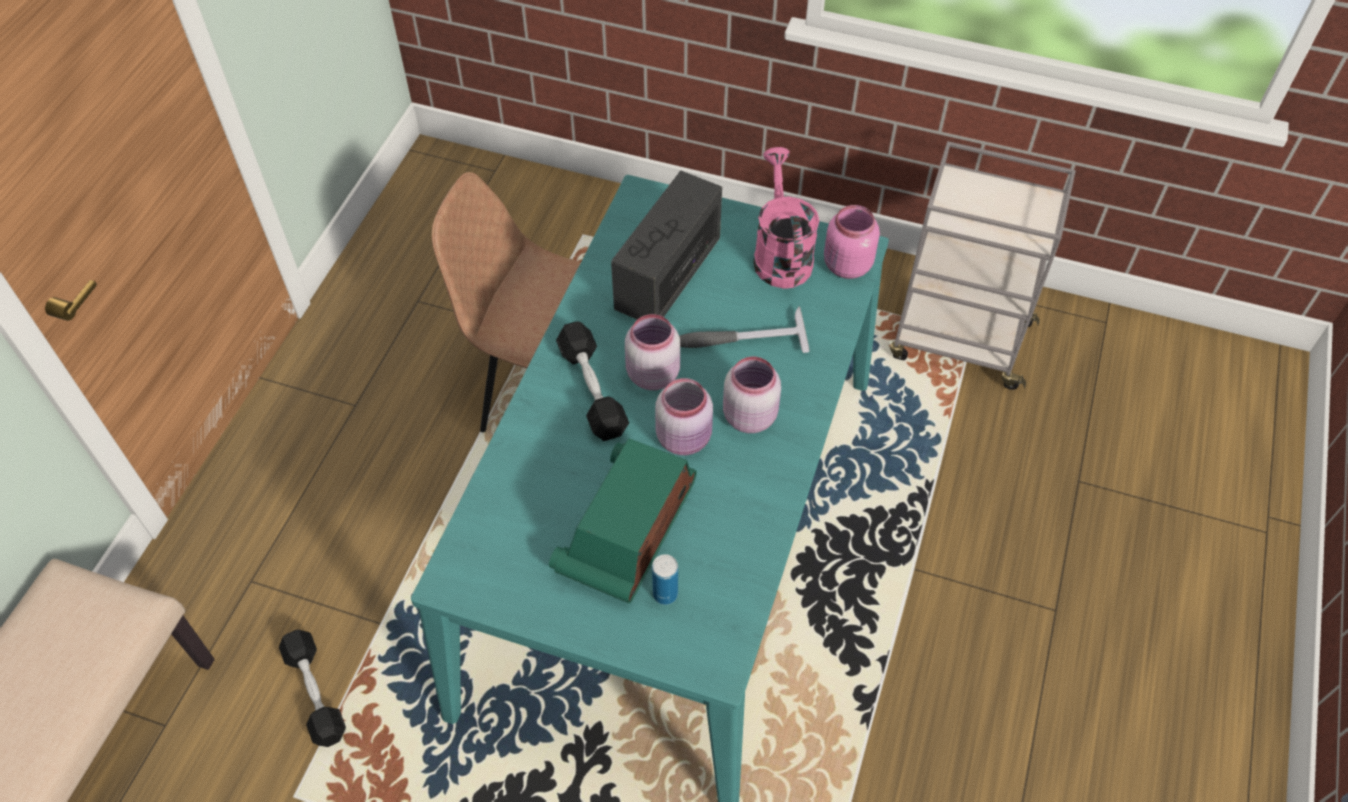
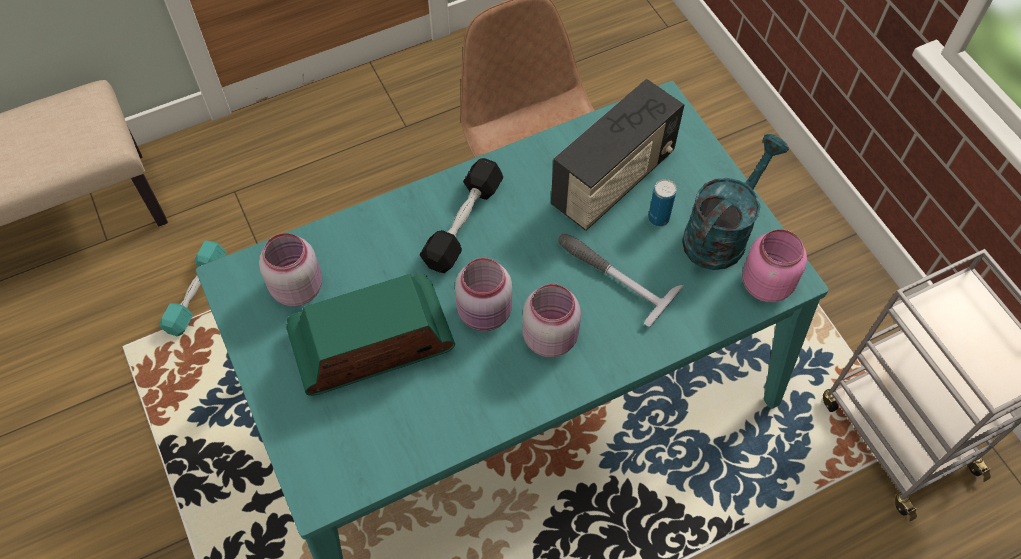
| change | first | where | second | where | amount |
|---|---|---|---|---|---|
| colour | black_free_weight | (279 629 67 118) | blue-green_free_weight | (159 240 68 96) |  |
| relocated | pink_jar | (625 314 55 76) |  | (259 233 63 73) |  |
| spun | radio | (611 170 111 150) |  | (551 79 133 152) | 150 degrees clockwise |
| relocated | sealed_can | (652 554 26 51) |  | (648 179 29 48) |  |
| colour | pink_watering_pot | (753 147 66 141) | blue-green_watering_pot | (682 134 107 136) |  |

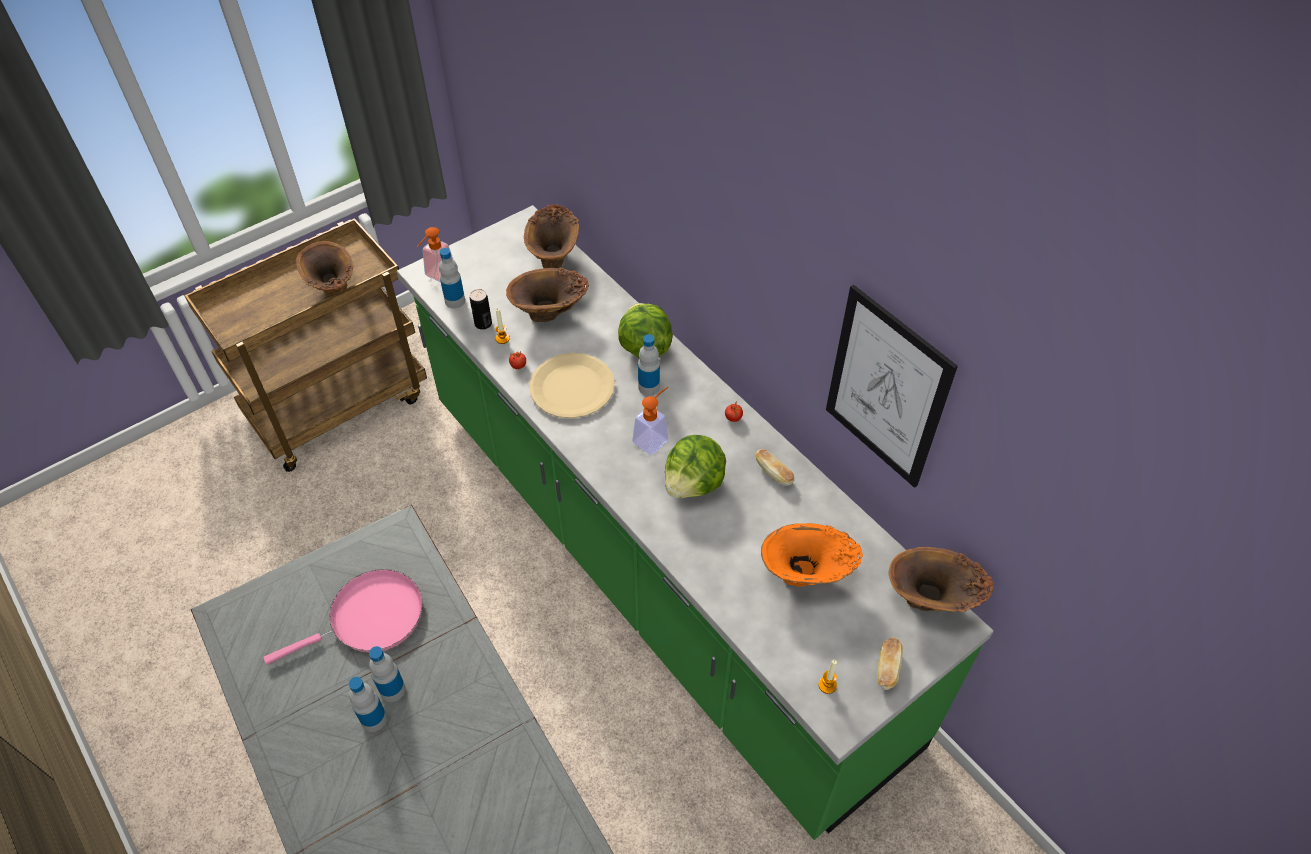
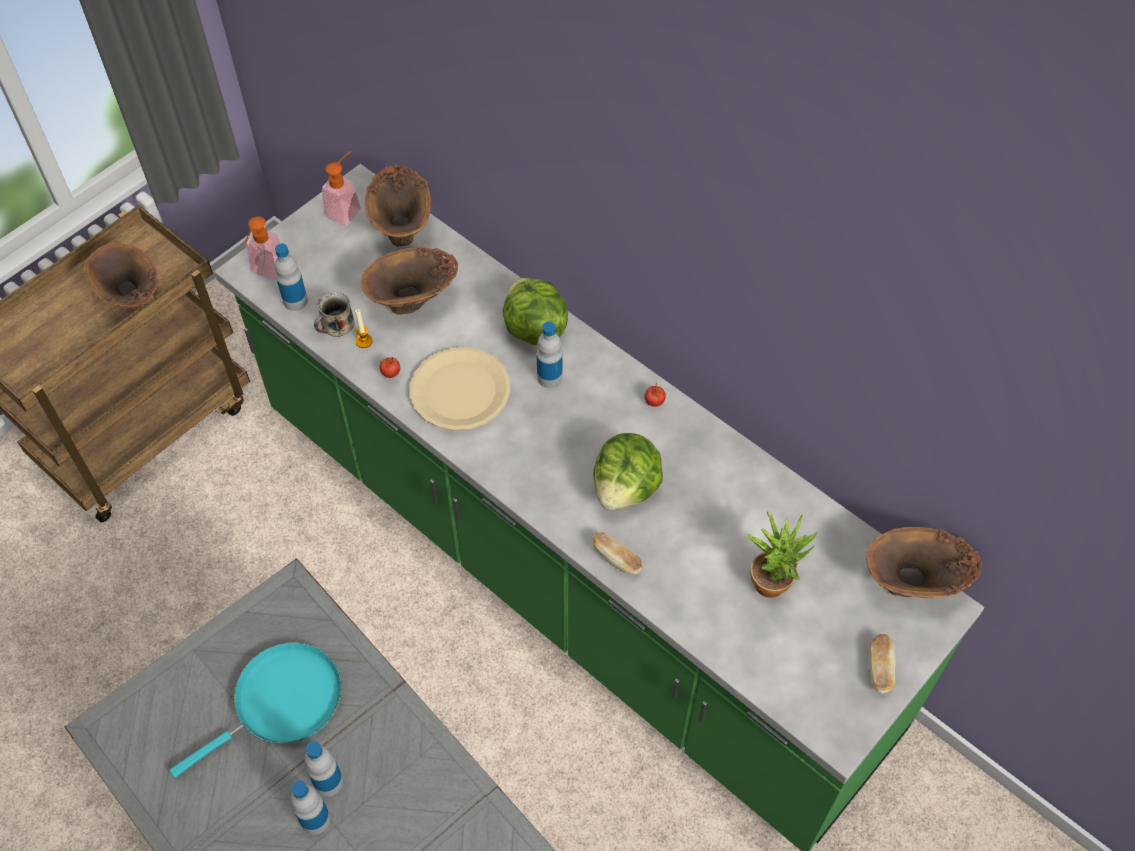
| change | first | where | second | where | amount |
|---|---|---|---|---|---|
| colour | pink_pan | (264 569 159 96) | blue-green_pan | (169 642 173 136) |  |
| exchanged | sealed_can | (470 289 22 41) | coffee_mug | (314 292 41 45) |  |
| relocated | soap_bottle | (632 387 36 68) |  | (322 151 39 75) |  |
| relocated | bakery_bread | (756 449 38 37) |  | (593 532 50 43) |  |
| exchanged | orange-coloured_flower_vase | (761 523 102 64) | houseplant | (746 511 71 87) |  |
| missing | candle | (818 660 19 34) |  |  |  |
| missing | picture | (826 285 132 203) |  |  |  |

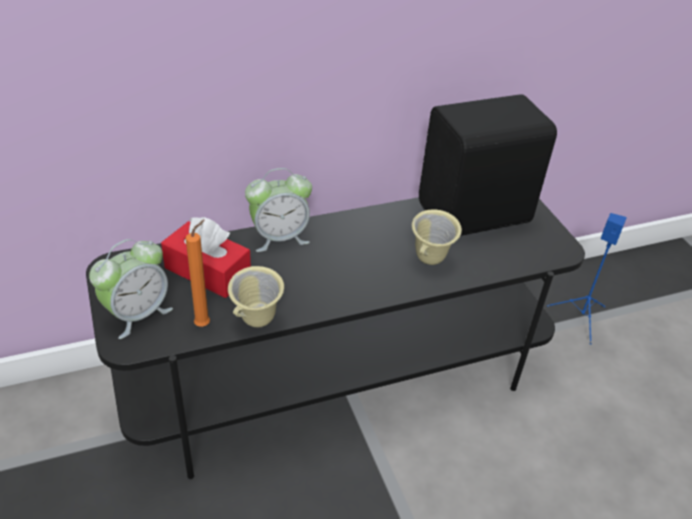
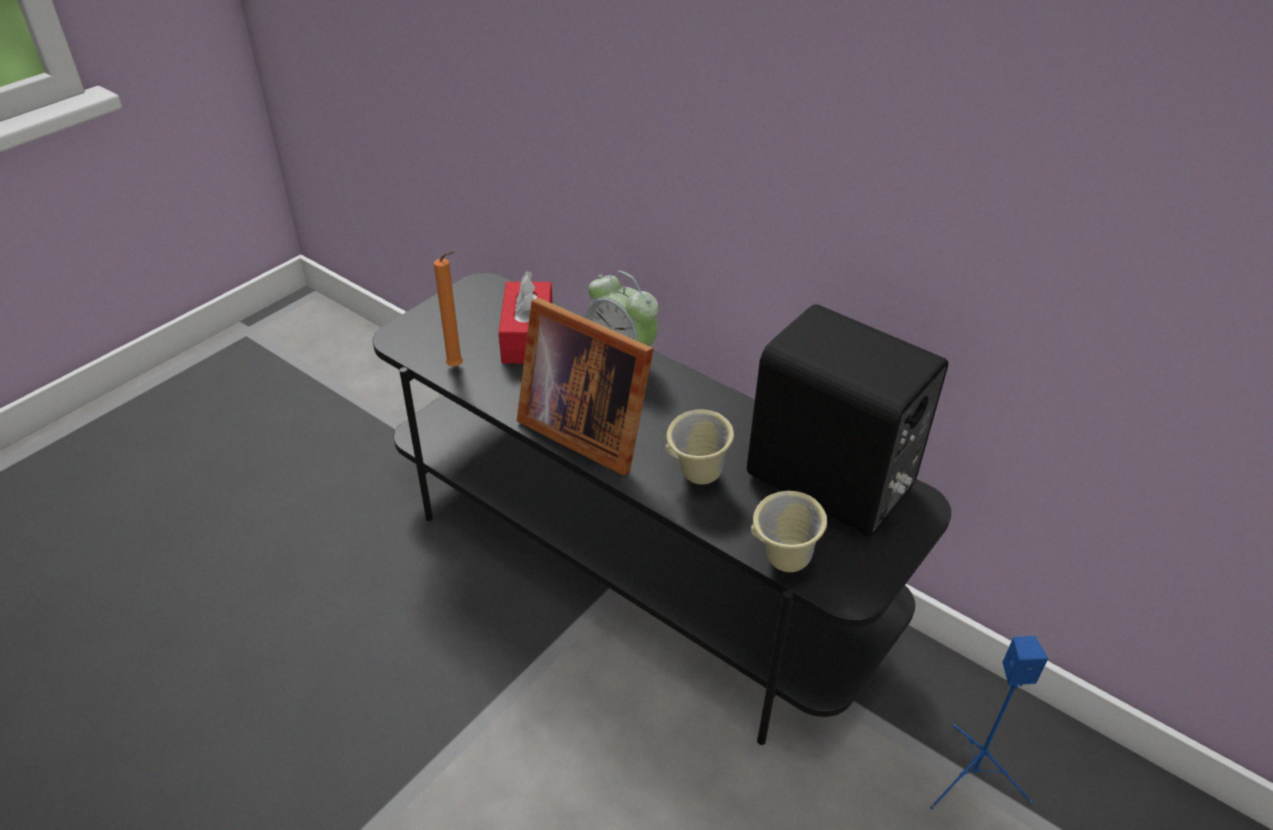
| change | first | where | second | where | amount |
|---|---|---|---|---|---|
| appeared |  |  | photo_frame | (517 298 137 178) |  |
| relocated | beige-coloured_coffee_mug | (228 266 56 61) |  | (751 491 76 81) |  |
| missing | alarm_clock | (89 239 84 100) |  |  |  |

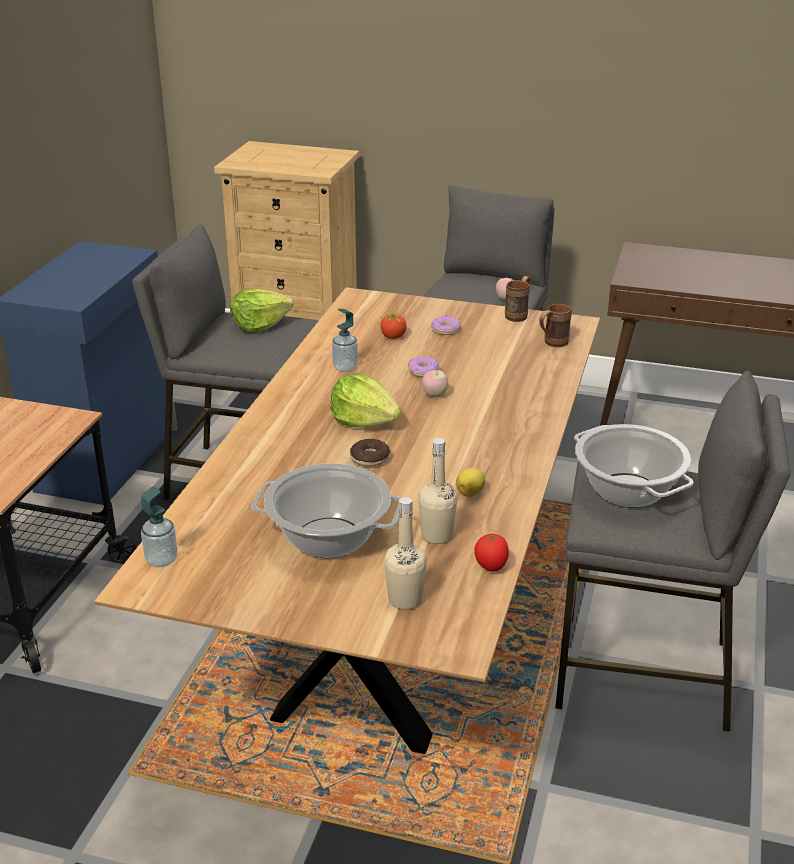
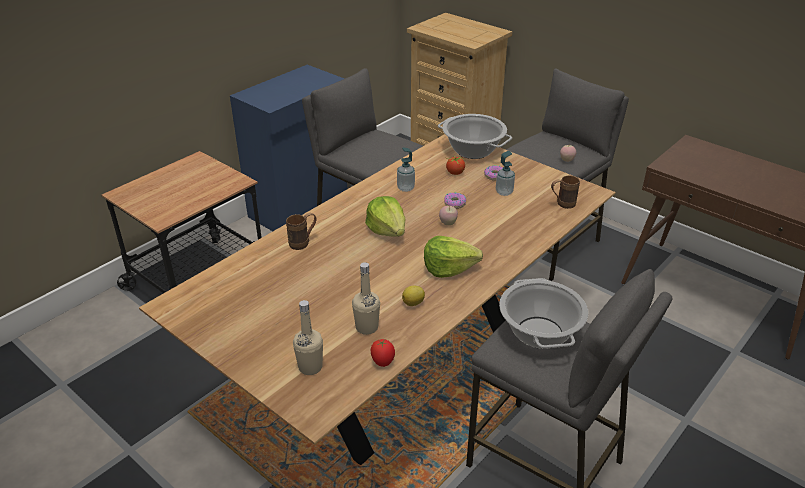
| change | first | where | second | where | amount |
|---|---|---|---|---|---|
| relocated | brown-coloured_coffee_mug | (505 276 27 46) |  | (286 213 30 37) |  |
| relocated | lettuce_head | (230 289 63 44) |  | (424 236 59 42) |  |
| relocated | stockpot | (251 463 150 95) |  | (438 114 74 45) |  |
| relocated | soap_bottle | (141 486 37 81) |  | (496 151 19 45) |  |
| missing | ring_doughnut | (350 439 40 28) |  |  |  |

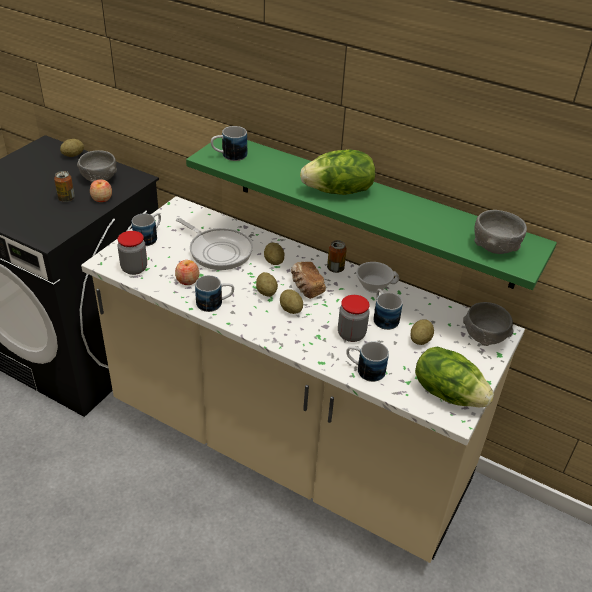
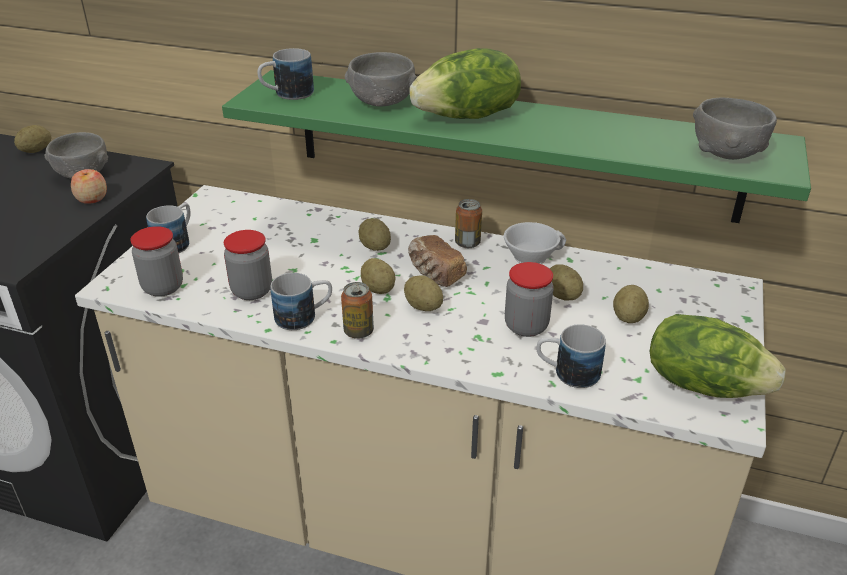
| change | first | where | second | where | amount |
|---|---|---|---|---|---|
| exchanged | apple | (175 260 24 25) | jar | (224 230 48 70) |  |
| relocated | sealed_can | (54 171 21 31) |  | (341 282 33 57) |  |
| relocated | gray_serving_bowl | (463 302 51 44) |  | (345 52 72 55) |  |
| exchanged | coffee_mug | (373 289 30 41) | spud | (549 264 34 37) |  |
| missing | pan | (176 218 77 52) |  |  |  |

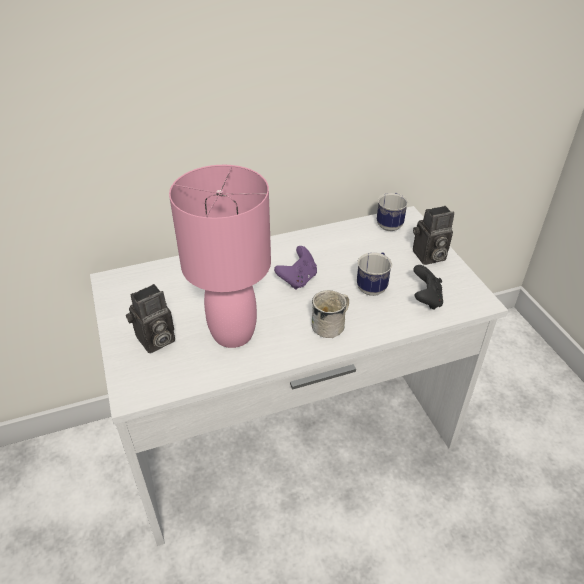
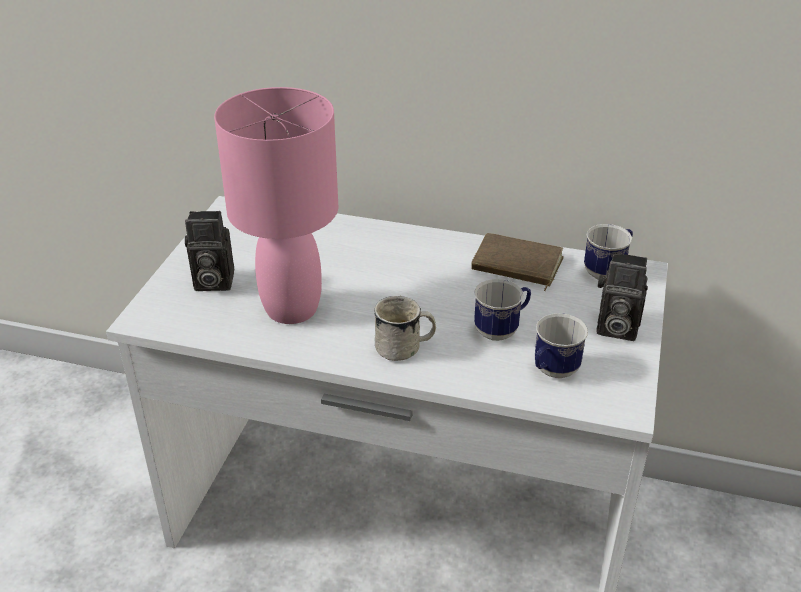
| change | first | where | second | where | amount |
|---|---|---|---|---|---|
| appeared |  |  | brown-coloured_bound_book | (471 233 93 58) |  |
| exchanged | black_gamepad | (414 265 29 45) | coffee_mug | (535 313 53 65) |  |
| missing | purplish_gamepad | (274 246 43 44) |  |  |  |

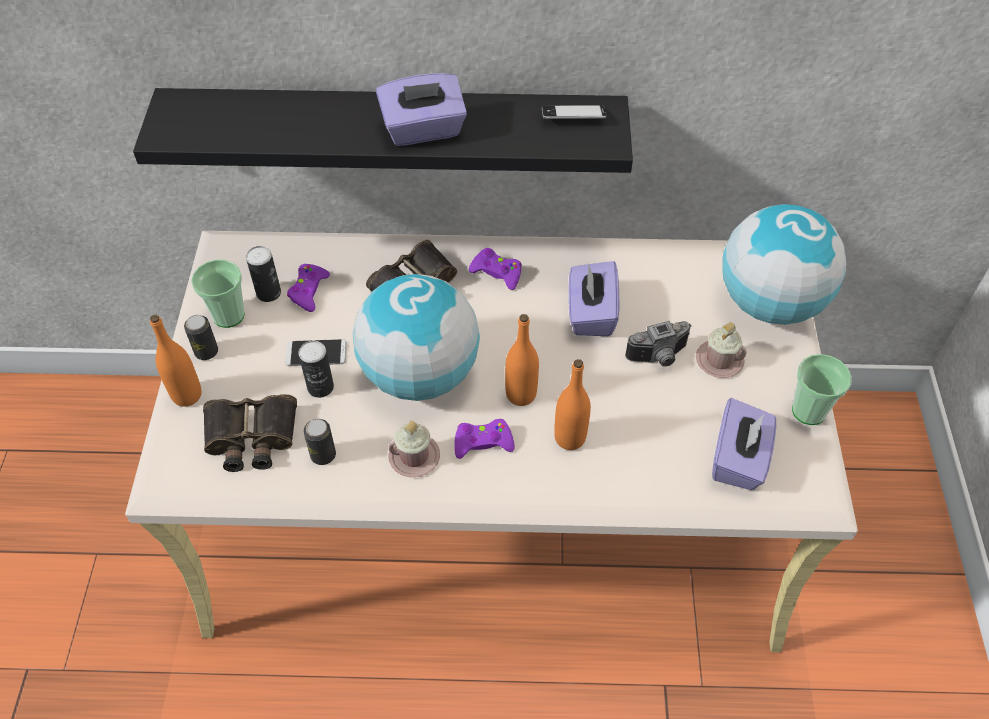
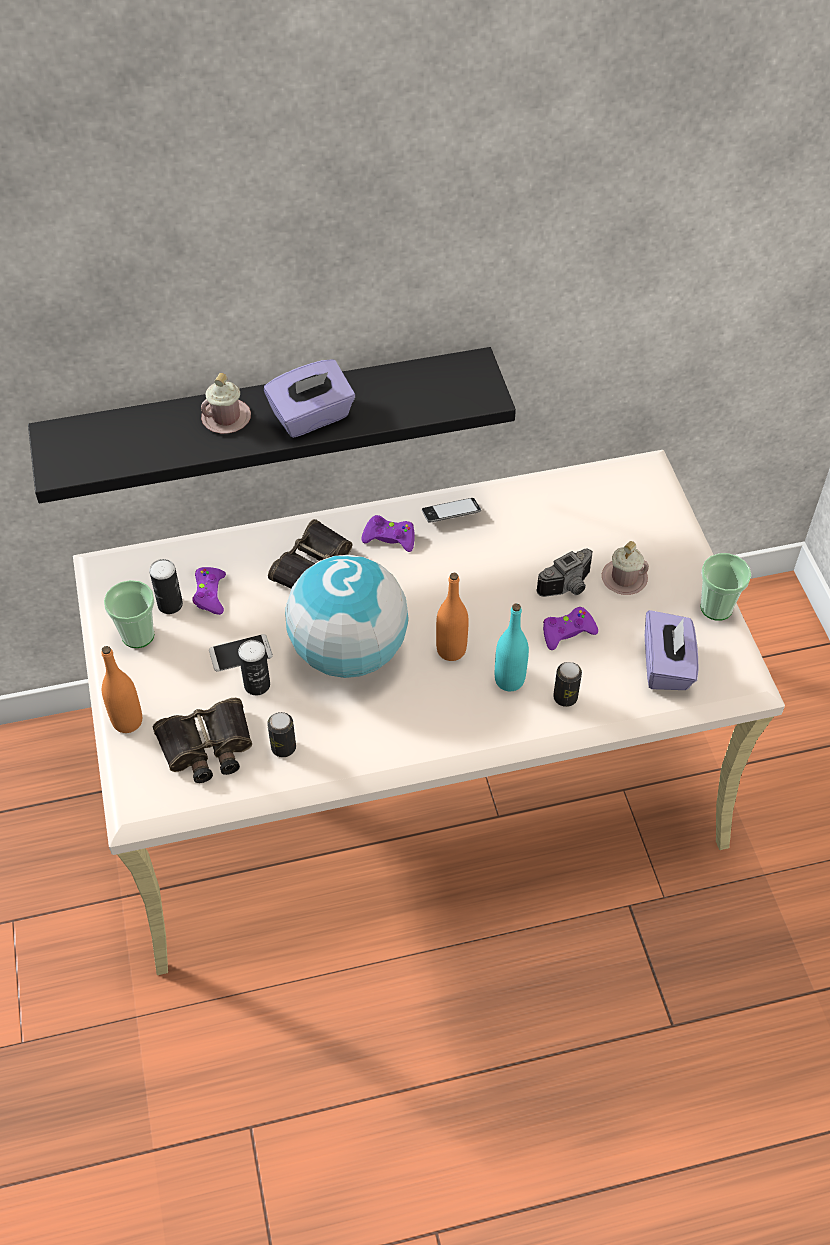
| change | first | where | second | where | amount |
|---|---|---|---|---|---|
| relocated | pink_coffee_mug | (389 421 51 56) |  | (201 373 50 60) |  |
| relocated | phone | (542 105 64 14) |  | (422 498 59 25) |  |
| colour | orange-coloured_bottle | (554 359 37 91) | blue-green_bottle | (495 603 34 88) |  |
| relocated | purplish_gamepad | (454 419 61 40) |  | (543 607 55 43) |  |
| relocated | sealed_can | (184 315 34 45) |  | (553 662 29 45) |  |
| missing | purplish_tissue_box | (568 261 51 75) |  |  |  |
| missing | world_globe | (722 204 124 121) |  |  |  |

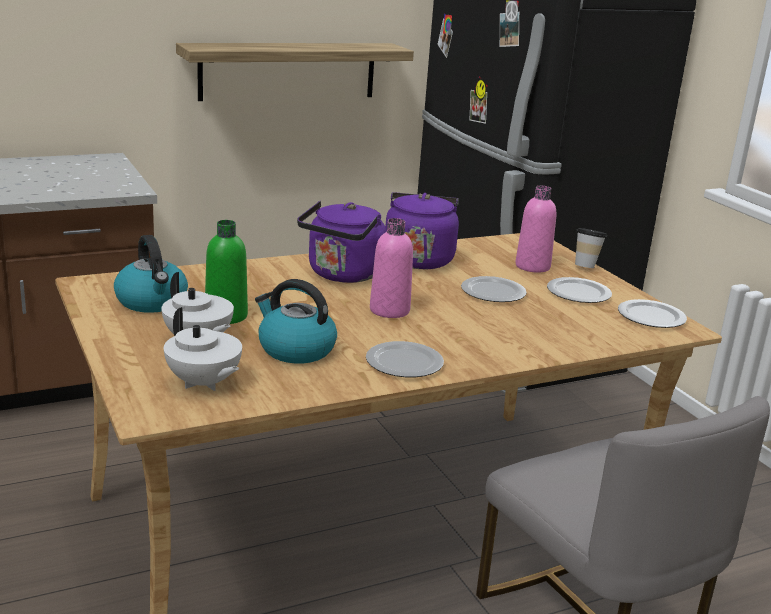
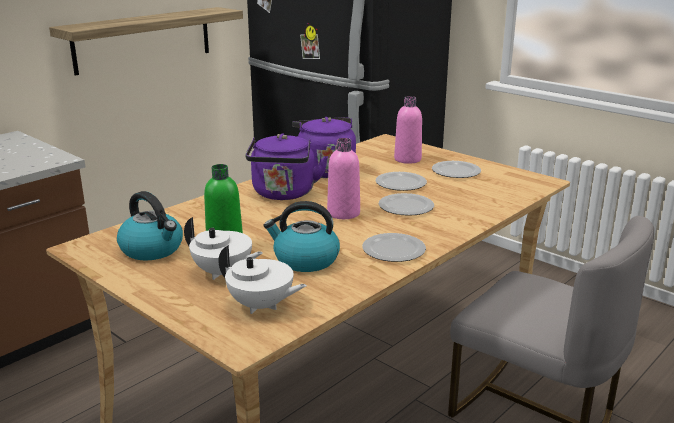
| change | first | where | second | where | amount |
|---|---|---|---|---|---|
| relocated | dinner_plate | (618 299 69 29) |  | (379 193 55 23) |  |
| missing | small_cup | (575 228 32 40) |  |  |  |

